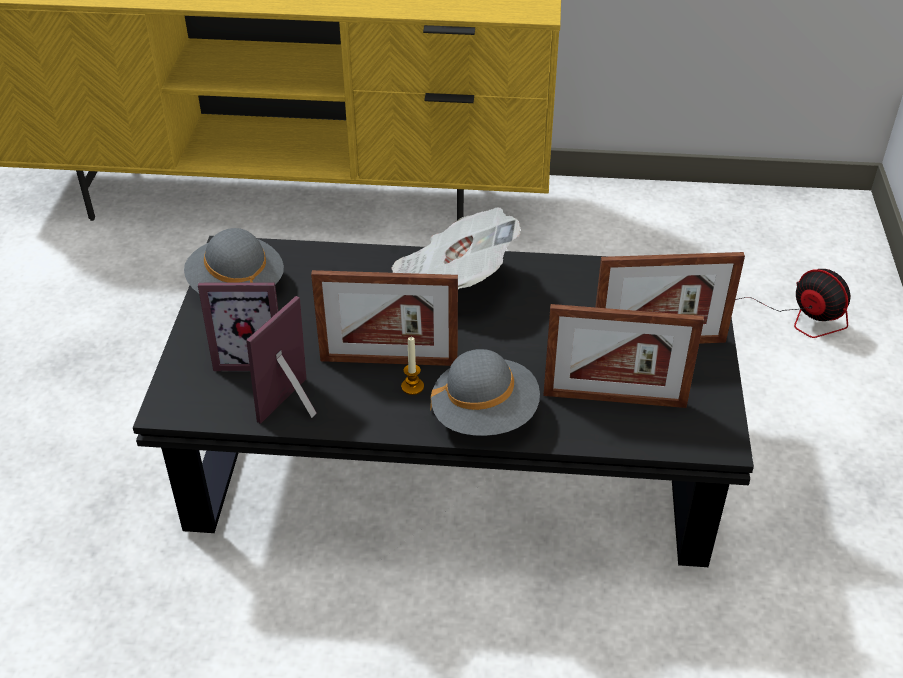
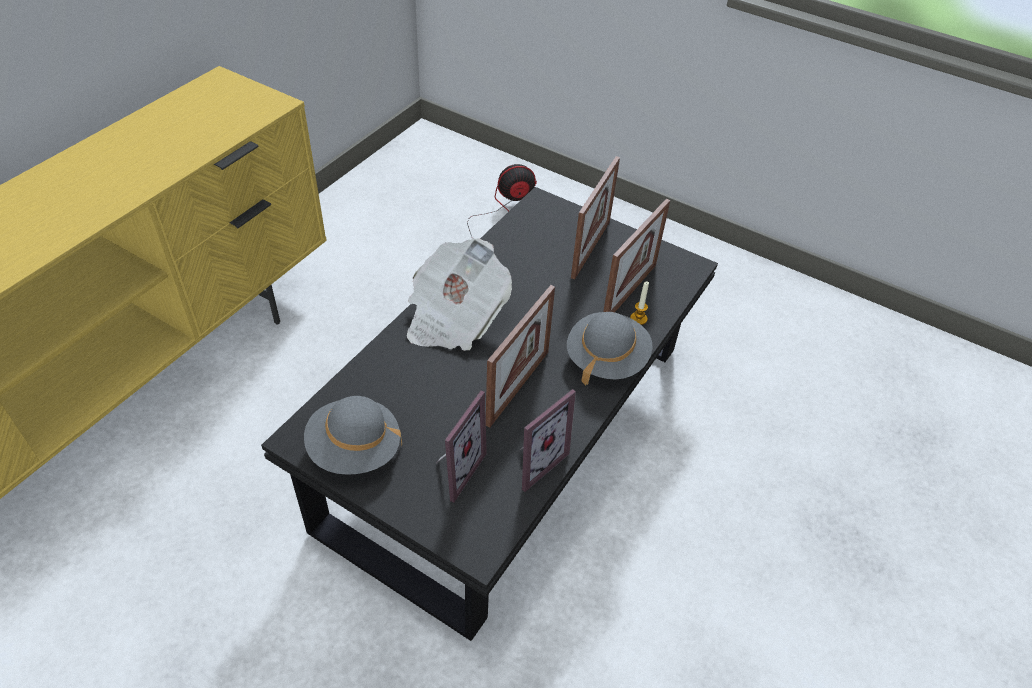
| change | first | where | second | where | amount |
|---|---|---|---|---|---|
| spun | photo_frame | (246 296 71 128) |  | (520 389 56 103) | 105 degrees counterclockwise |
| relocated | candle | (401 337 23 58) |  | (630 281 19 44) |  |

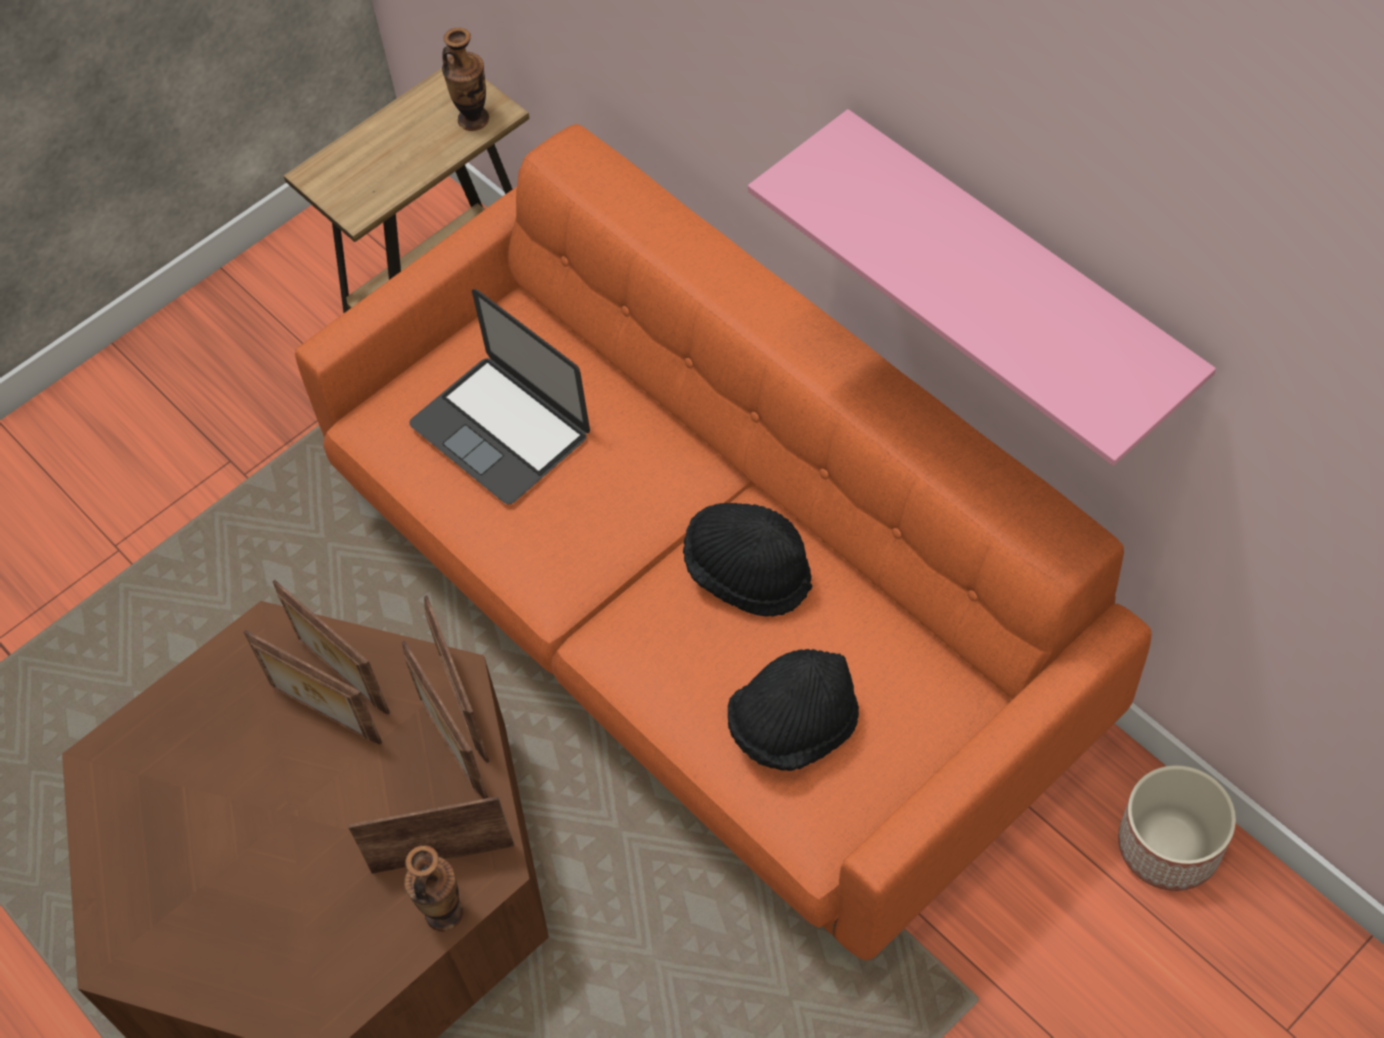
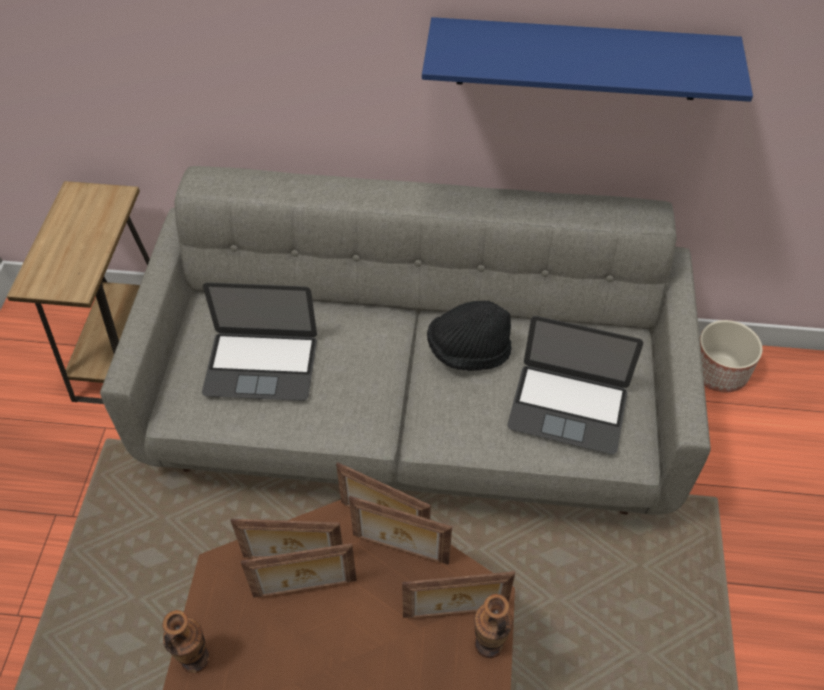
| change | first | where | second | where | amount |
|---|---|---|---|---|---|
| colour | orange-coloured_settee | (295 124 856 837) | gray_settee | (100 166 611 349) |  |
| relocated | flower_vase | (442 28 47 103) |  | (162 610 48 63) |  |
| spun | photo_frame | (348 796 166 78) |  | (402 571 113 47) | 135 degrees counterclockwise |
| colour | pink_wall_shelf | (748 109 468 357) | blue_wall_shelf | (422 17 331 85) |  |
| exchanged | black_clothing_hat | (728 649 131 122) | portable_computer | (507 316 136 138) |  |

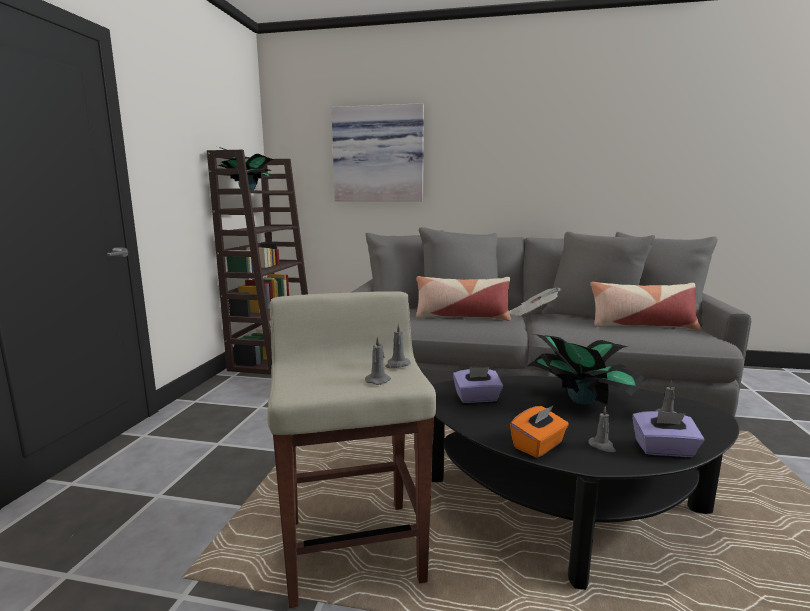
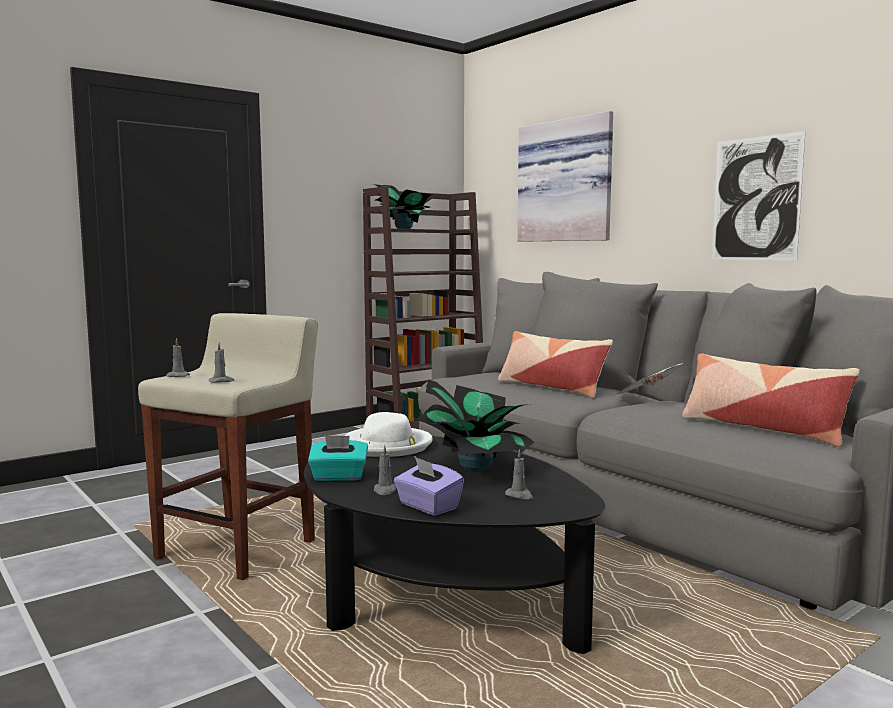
| change | first | where | second | where | amount |
|---|---|---|---|---|---|
| relocated | gray_candle | (385 323 26 45) |  | (166 338 24 39) |  |
| colour | orange-coloured_tissue_box | (510 405 59 53) | blue-green_tissue_box | (308 435 60 46) |  |
| exchanged | purplish_tissue_box | (453 367 50 36) | white-coloured_clothing_hat | (345 412 88 45) |  |
| appeared |  |  | picture | (712 131 94 129) |  |

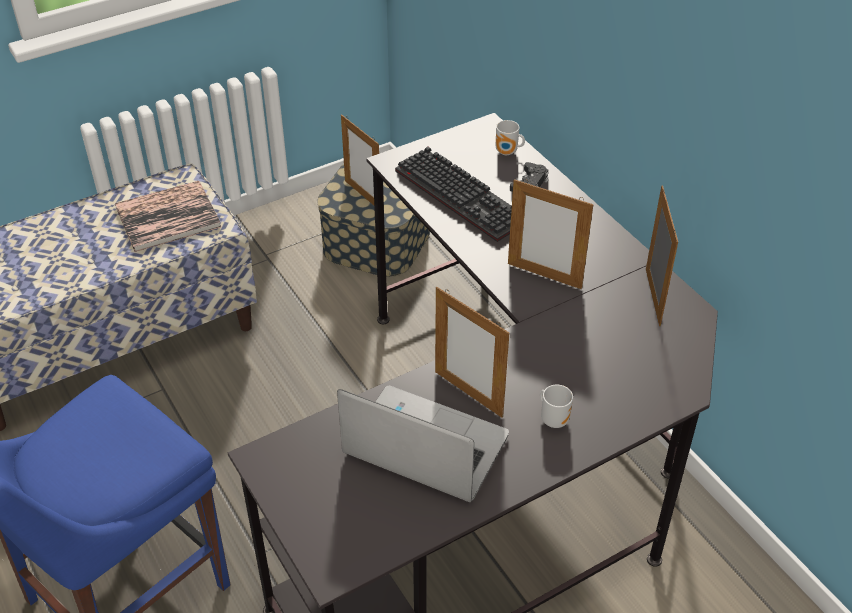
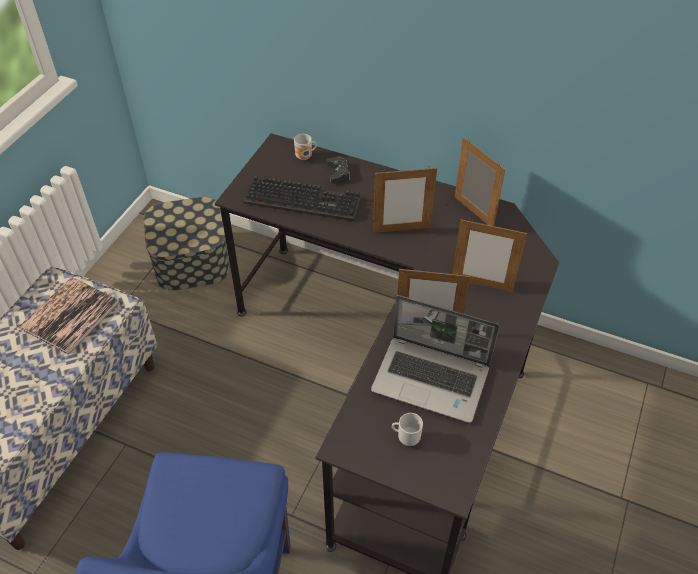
| change | first | where | second | where | amount |
|---|---|---|---|---|---|
| spun | portable_computer | (337 386 172 116) |  | (371 295 128 128) | 150 degrees counterclockwise |
| relocated | coffee_mug | (540 385 33 43) |  | (392 413 31 33) |  |
| relocated | photo_frame | (341 114 38 91) |  | (452 219 75 73) |  |

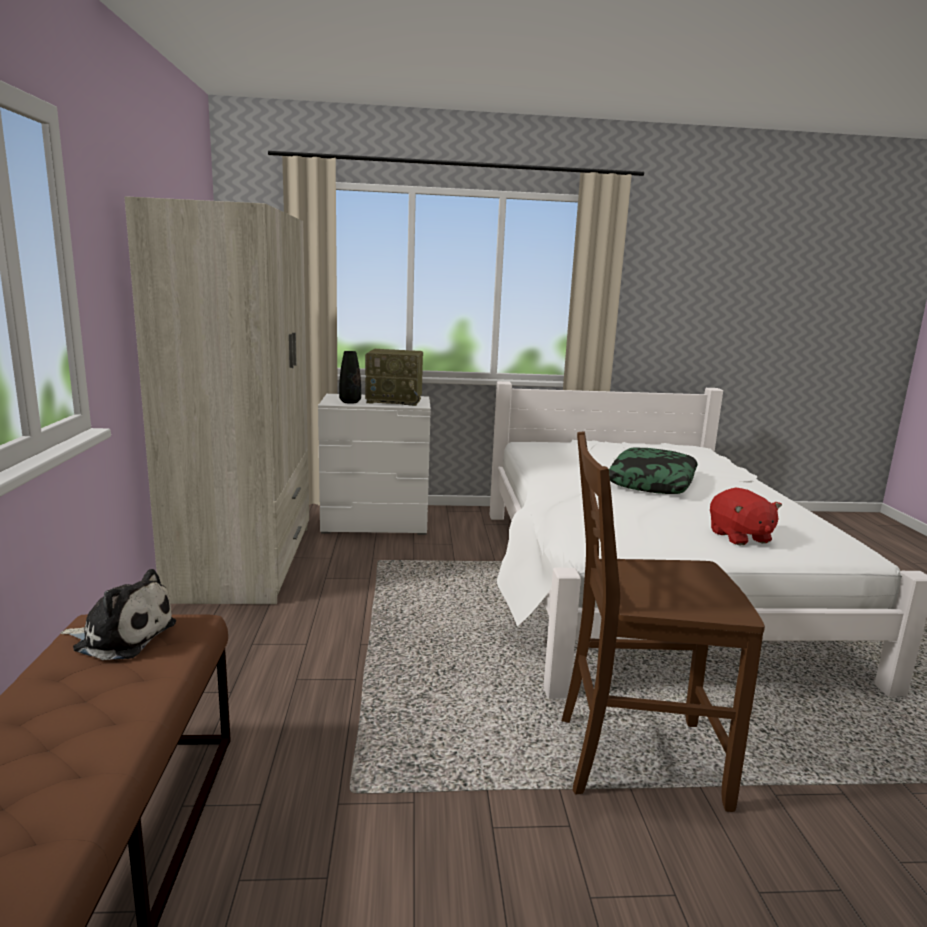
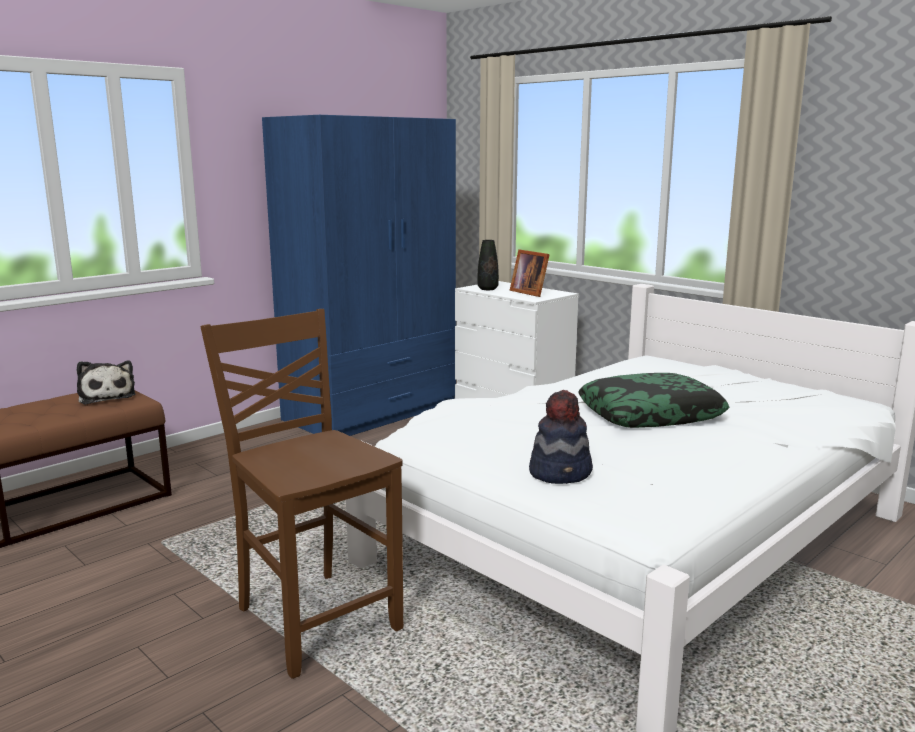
| change | first | where | second | where | amount |
|---|---|---|---|---|---|
| colour | beige-coloured_armoire | (124 196 185 408) | blue_armoire | (262 115 194 321) |  |
| exchanged | radio | (365 349 58 57) | photo_frame | (510 249 40 48) |  |
| exchanged | reddish_soft_toy | (710 487 72 59) | clothing_hat | (529 390 64 94) |  |

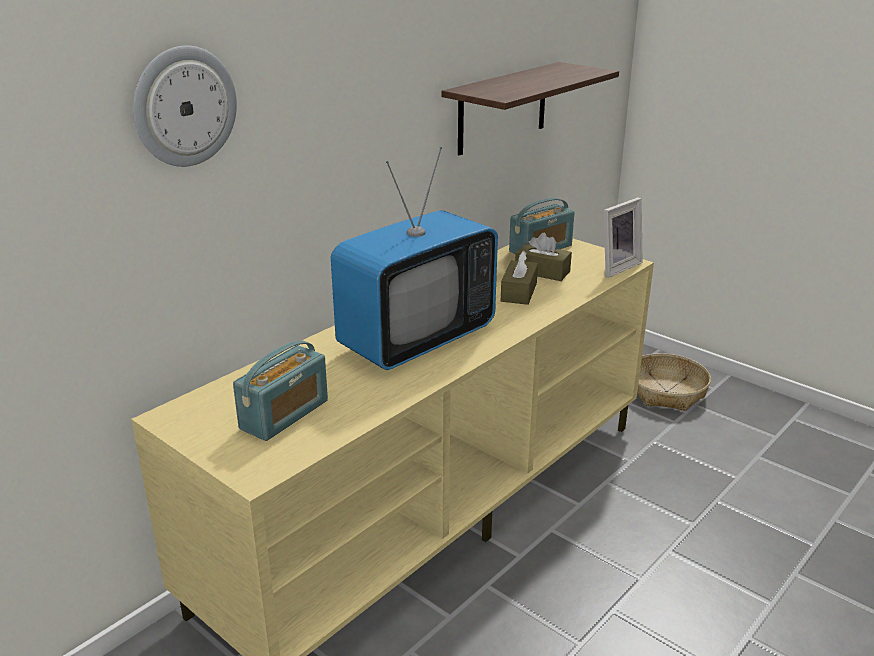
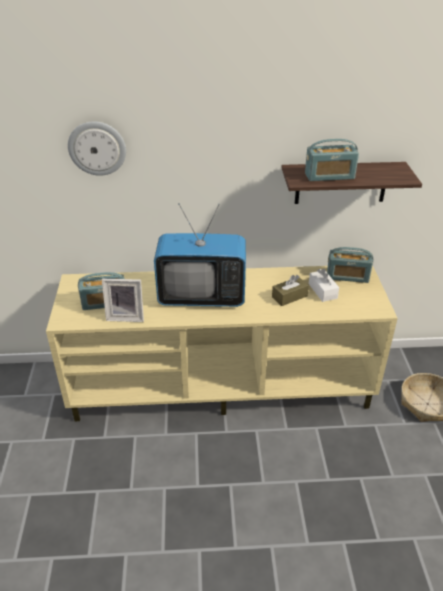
| change | first | where | second | where | amount |
|---|---|---|---|---|---|
| relocated | photo_frame | (604 197 39 81) |  | (102 279 42 43) |  |
| appeared |  |  | radio | (305 139 54 42) |  |
| colour | brown-coloured_tissue_box | (515 233 57 48) | white-coloured_tissue_box | (309 269 30 33) |  |

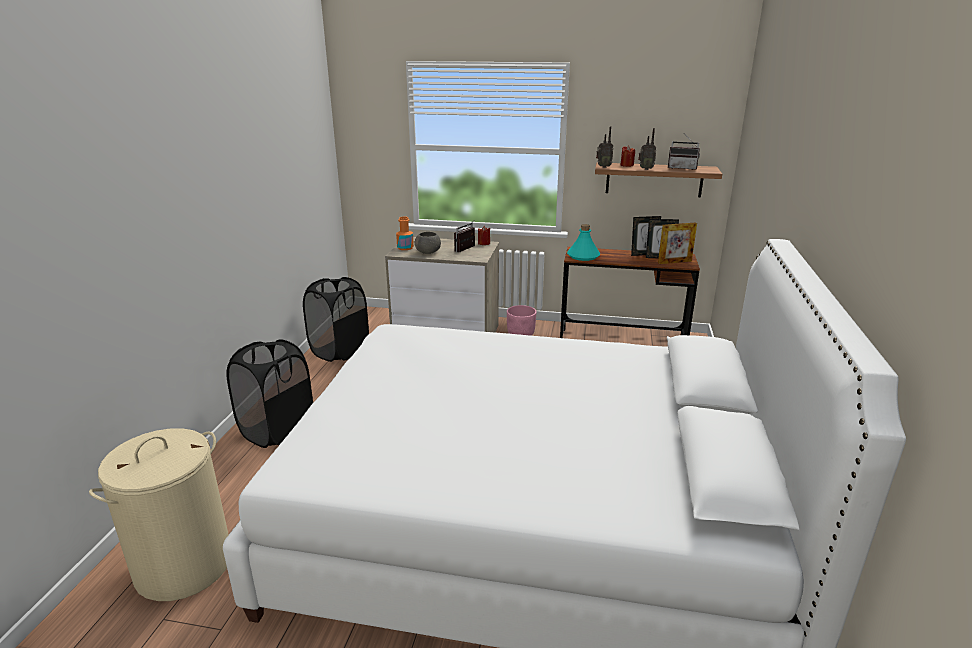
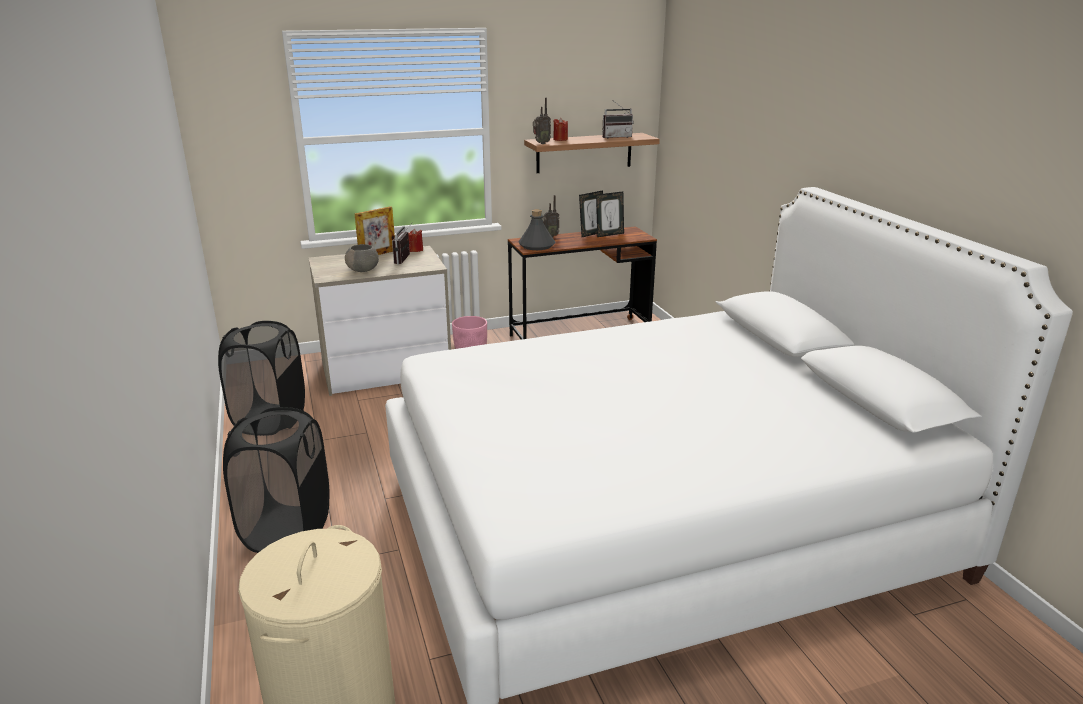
| change | first | where | second | where | amount |
|---|---|---|---|---|---|
| relocated | photo_frame | (658 222 39 42) |  | (355 206 40 49) |  |
| colour | blue-green_bottle | (567 224 33 37) | gray_bottle | (518 209 37 41) |  |
| relocated | radio | (638 128 18 42) |  | (542 195 18 42) |  |
| missing | orange-coloured_bottle | (396 217 18 33) |  |  |  |

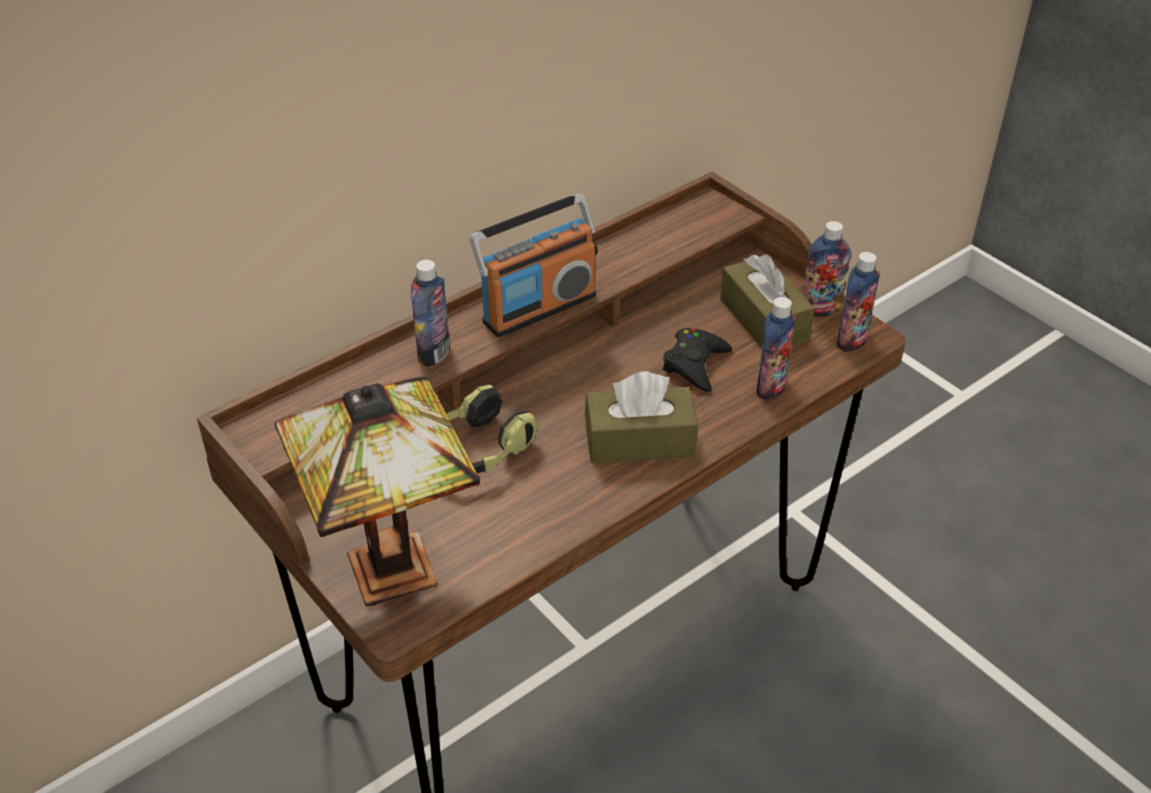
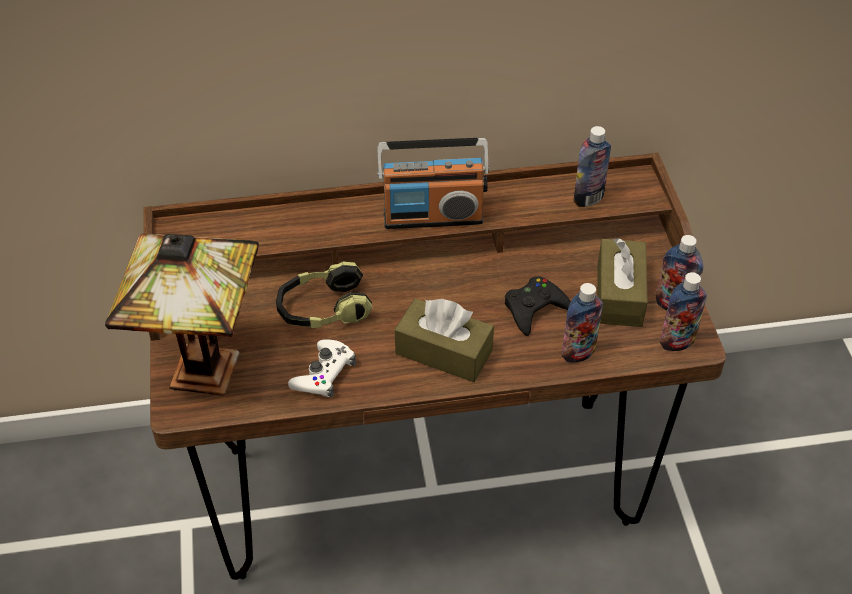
| change | first | where | second | where | amount |
|---|---|---|---|---|---|
| appeared |  |  | white-coloured_gamepad | (288 339 68 59) |  |
| relocated | bottle | (411 260 39 107) |  | (573 126 38 81) |  |

